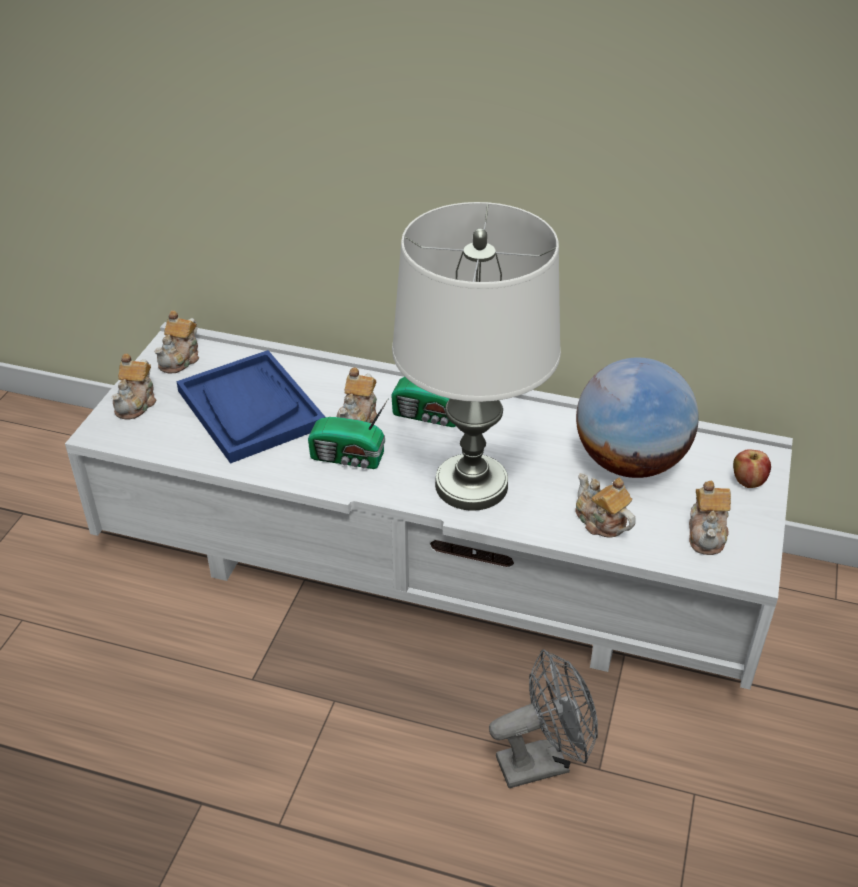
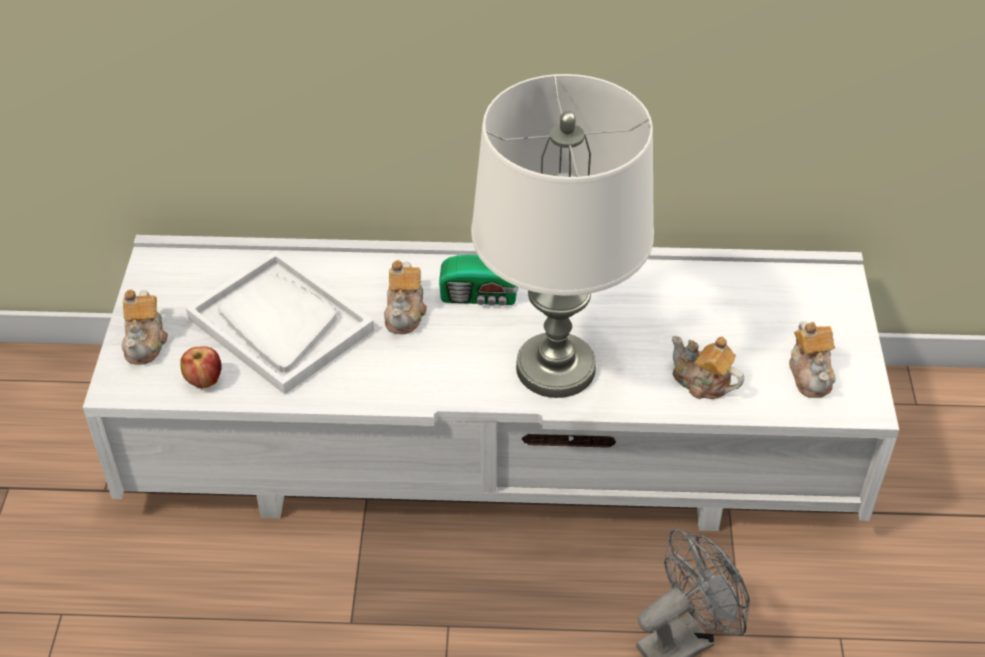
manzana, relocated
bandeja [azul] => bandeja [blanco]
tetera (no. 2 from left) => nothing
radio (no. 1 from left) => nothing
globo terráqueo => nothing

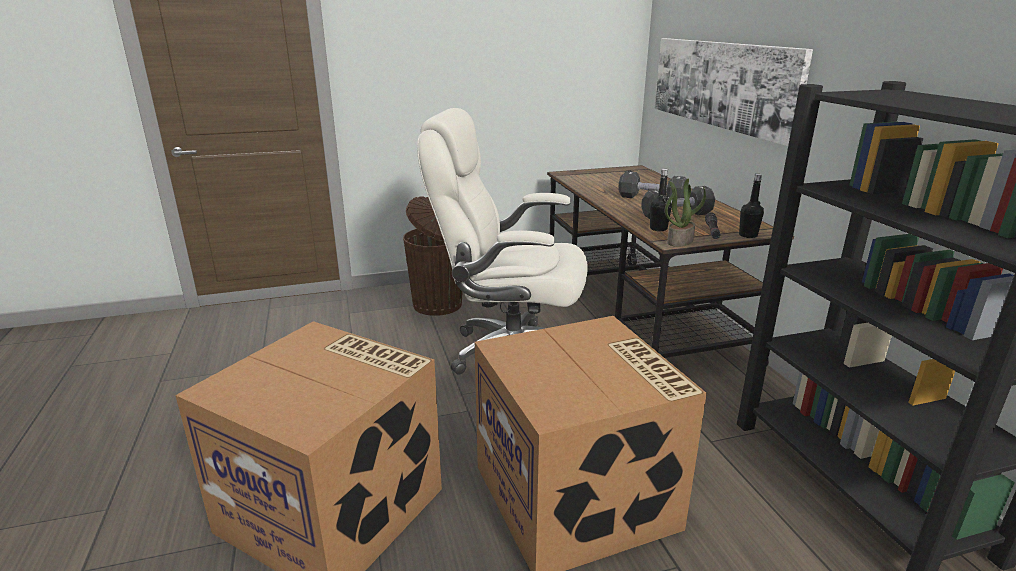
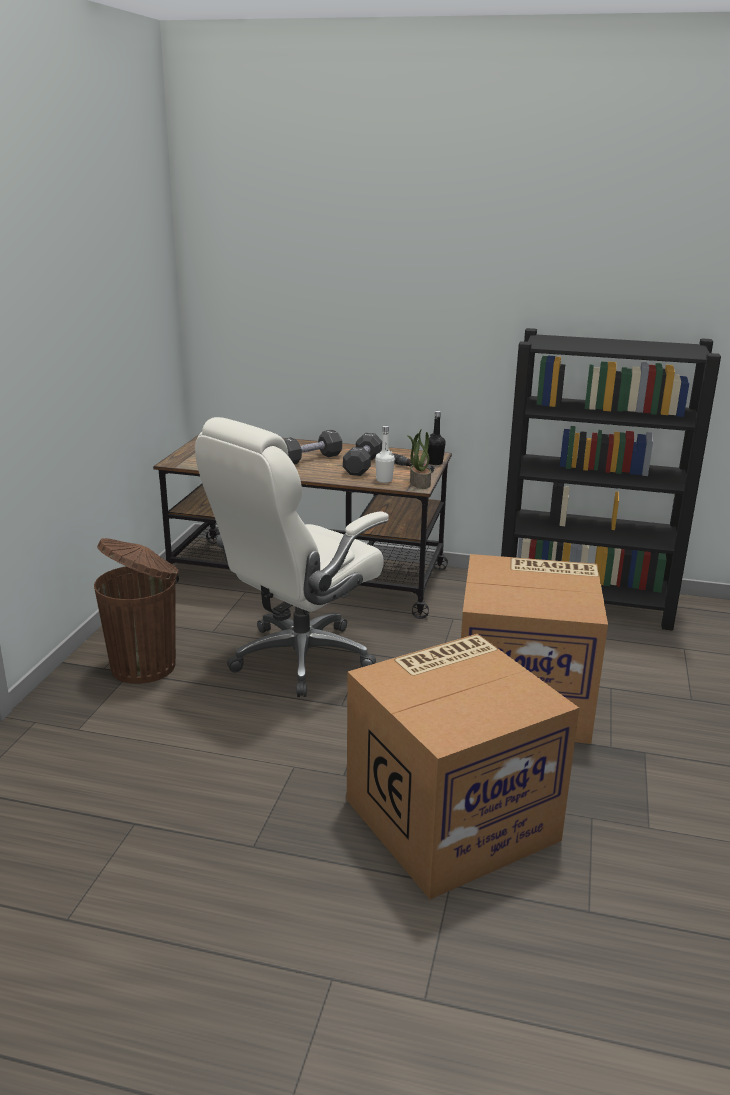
botella [negro] (no. 1 from left) => botella [blanco]
cuadro => nothing

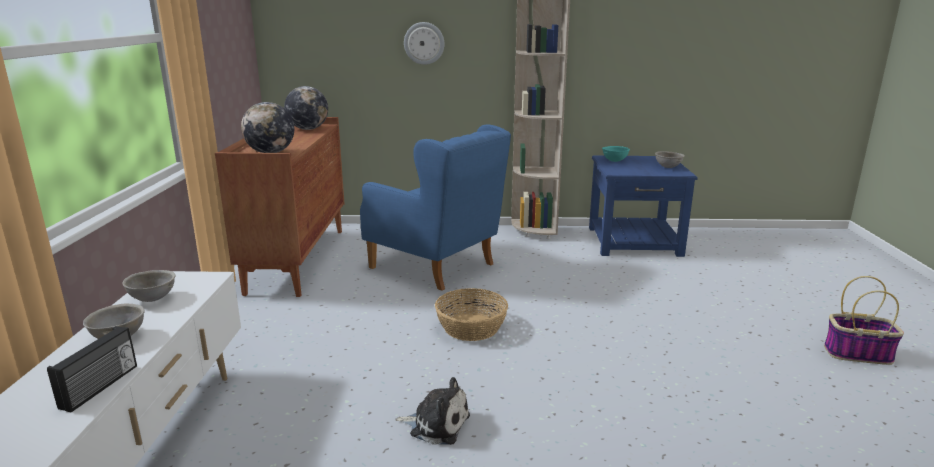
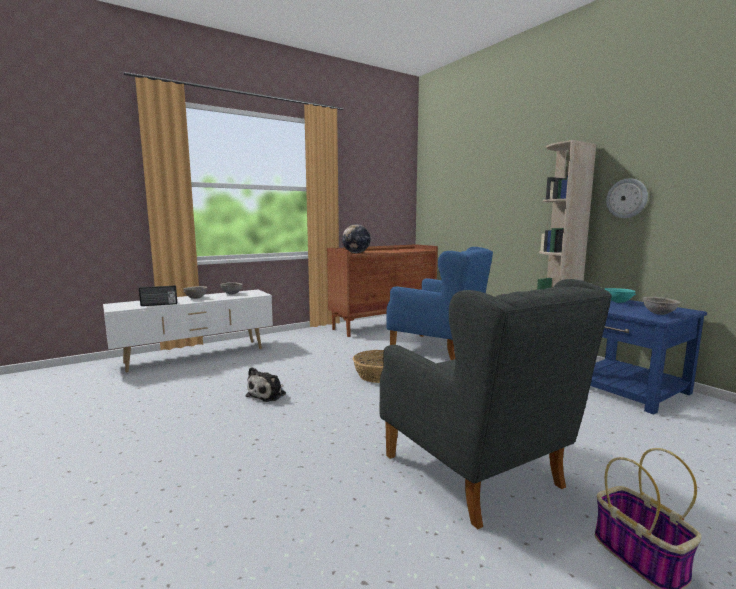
peluche, 45 degrees clockwise
nothing => sillón [gris]
sillón [azul], 60 degrees counterclockwise
reloj de pared, relocated
globo terráqueo (no. 2 from left) => nothing

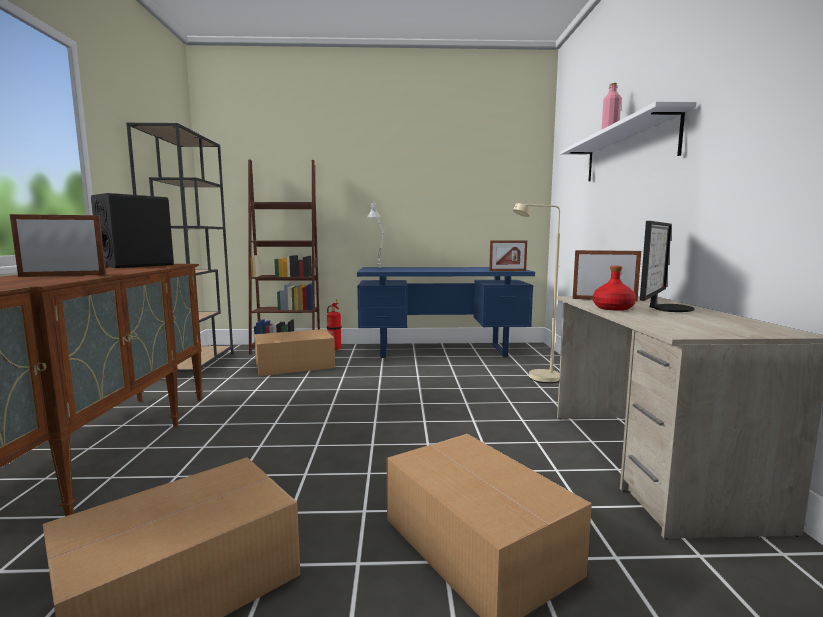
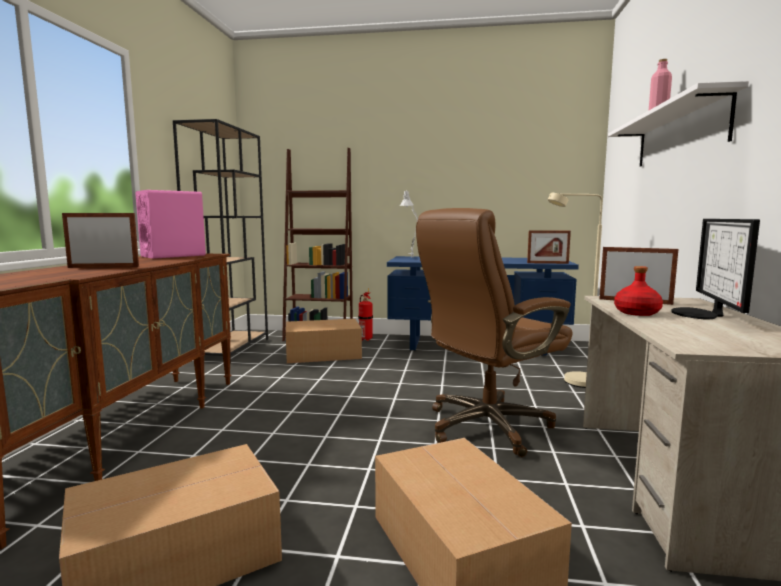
altavoz [negro] => altavoz [rosa]
nothing => silla de oficina [marrón]
monitor, 150 degrees clockwise

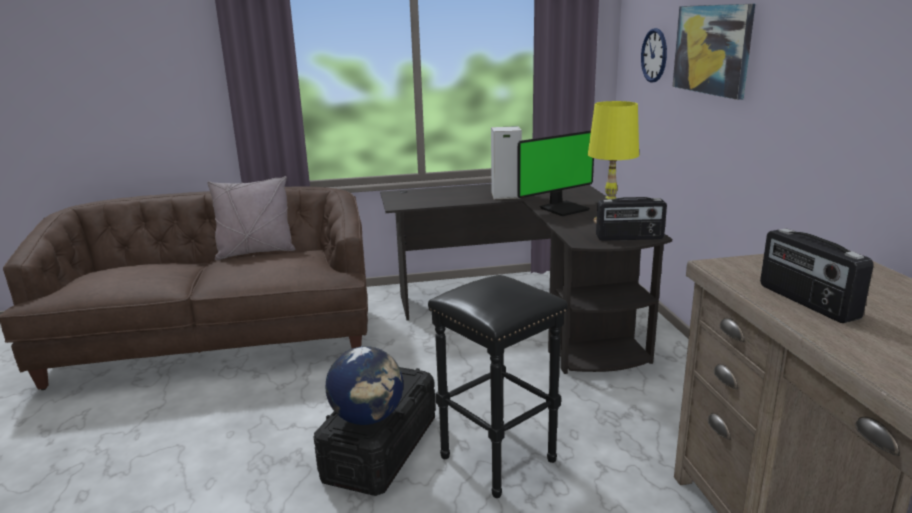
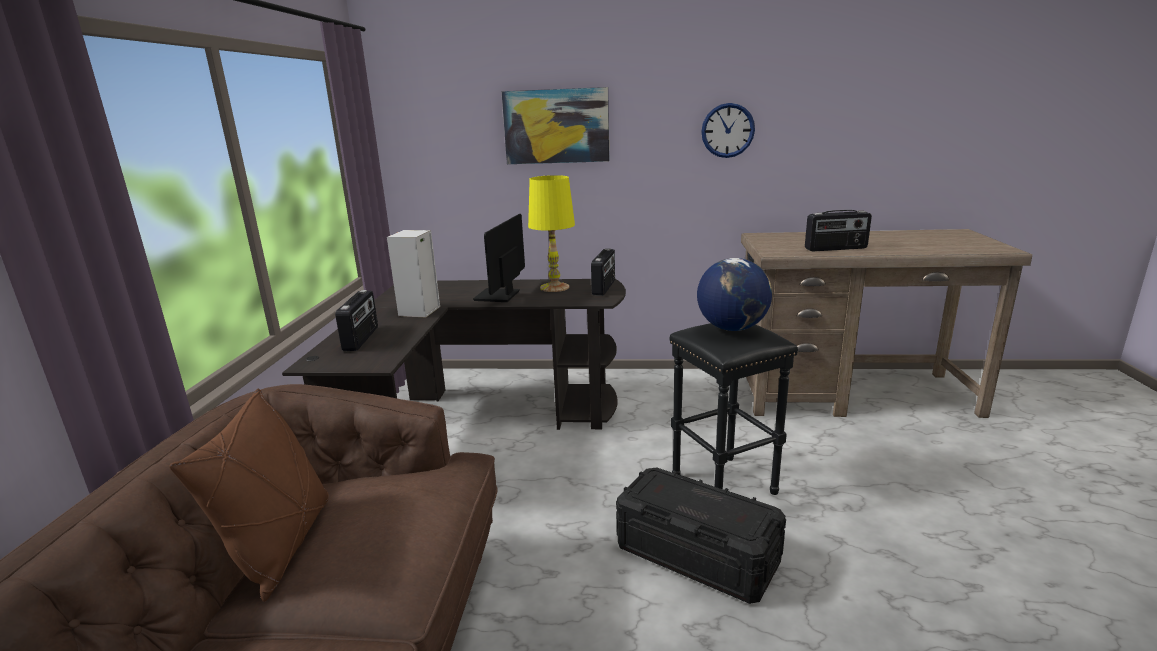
cojín [morado] => cojín [marrón]
nothing => radio (no. 1 from left)
monitor, 150 degrees counterclockwise
globo terráqueo, relocated
reloj de pared, relocated

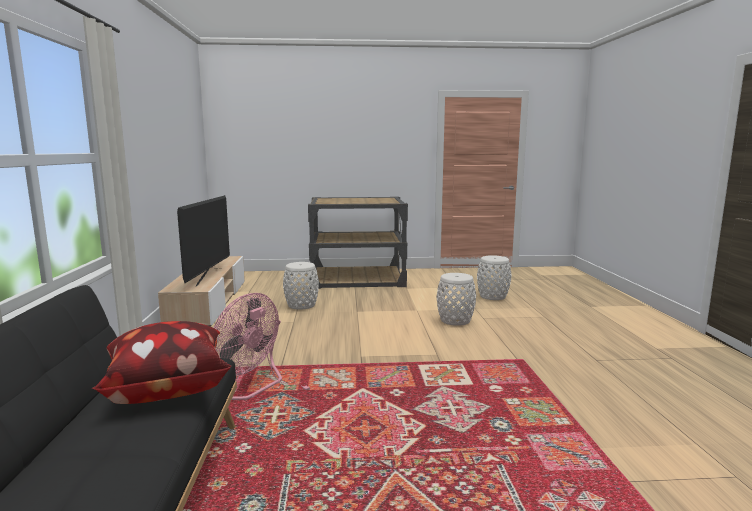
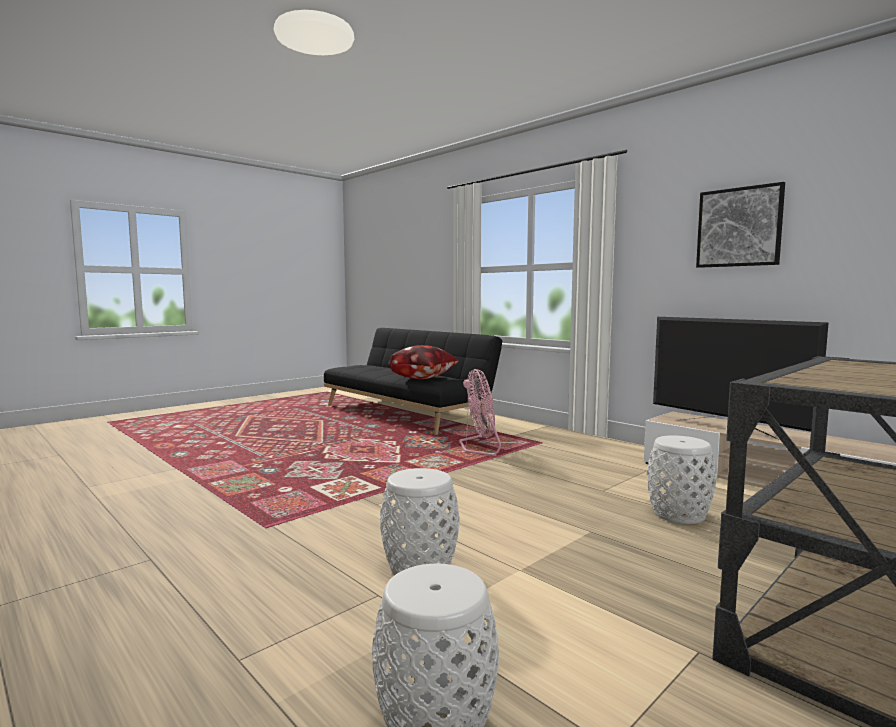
nothing => cuadro

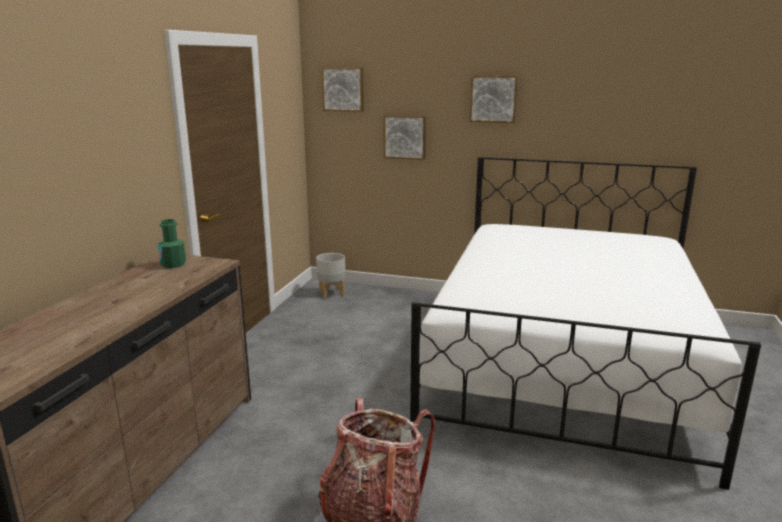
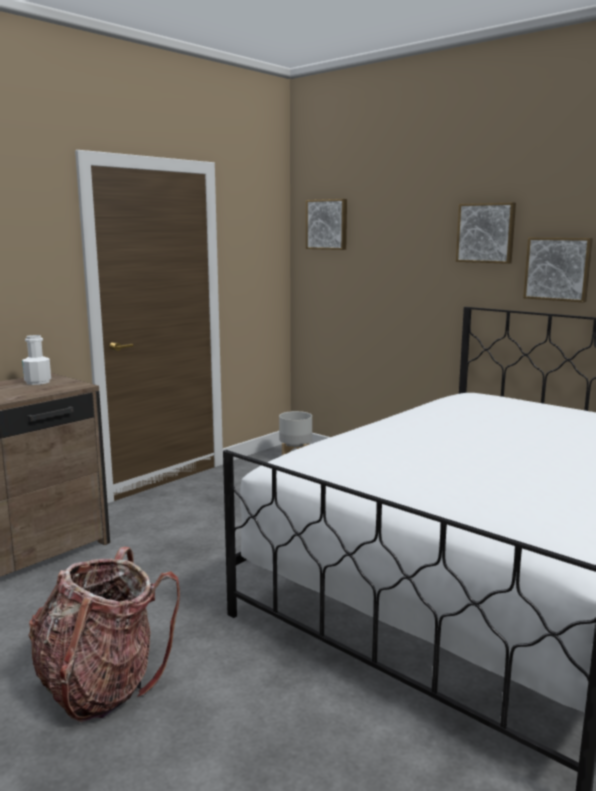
botella [verde] => botella [blanco]
cuadro (no. 2 from left in the first image) => cuadro (no. 3 from left), relocated

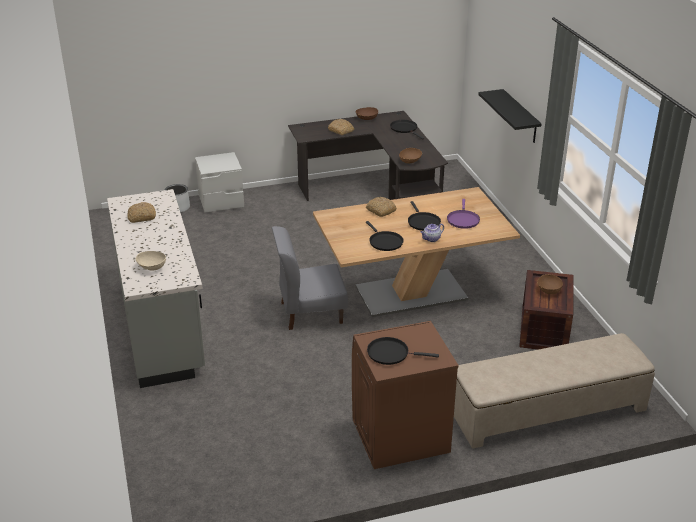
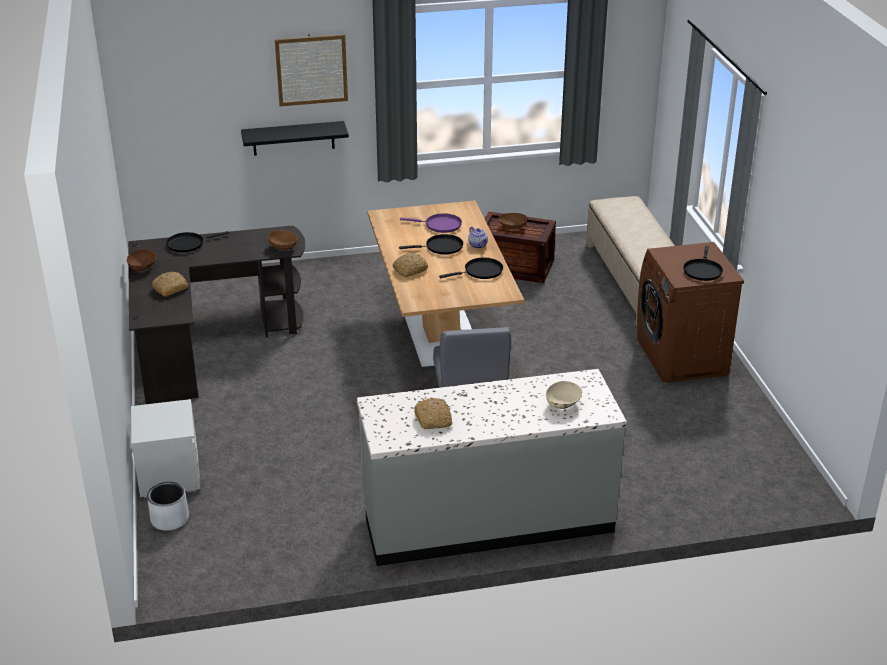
nothing => cuadro

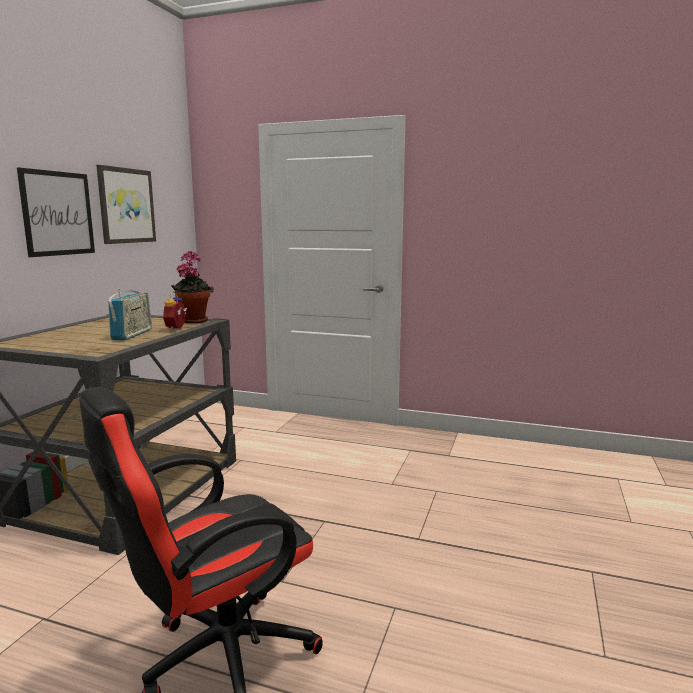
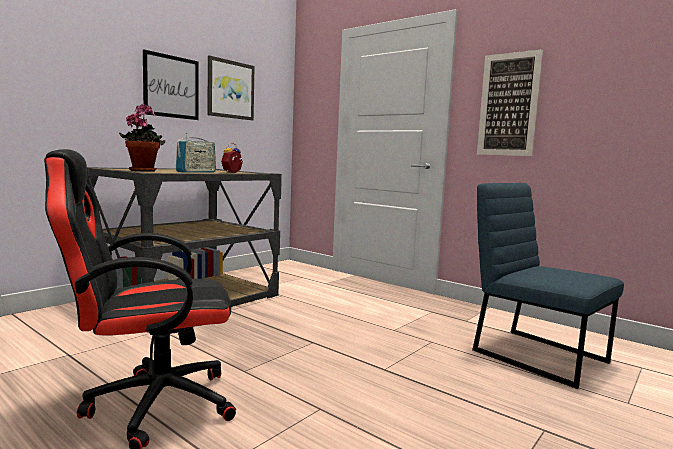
planta en maceta, relocated
nothing => silla [azul]
nothing => cuadro (no. 3 from left)

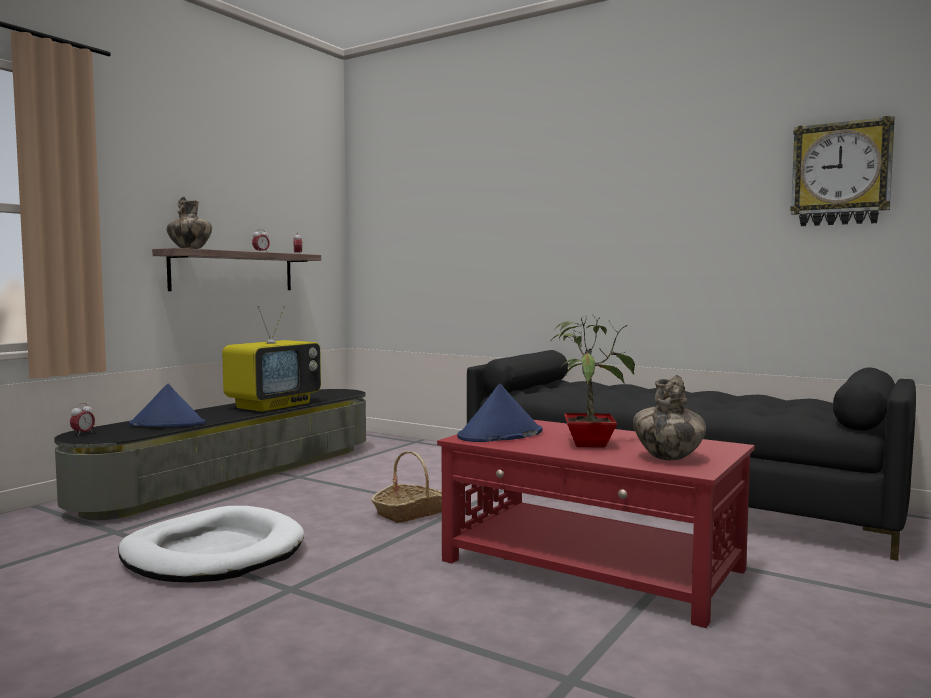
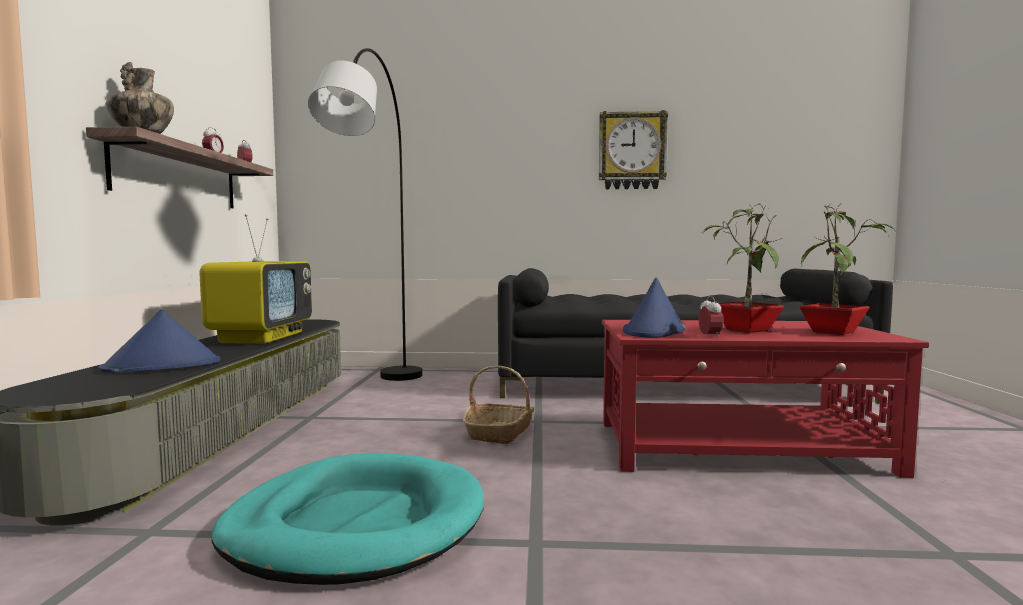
cama para perro [blanco] => cama para perro [turquesa]
nothing => lámpara de pie [gris]
reloj de pared, relocated
despertador (no. 1 from left in the first image) => despertador (no. 3 from left), relocated
florero (no. 2 from left) => planta en maceta (no. 2 from left)

